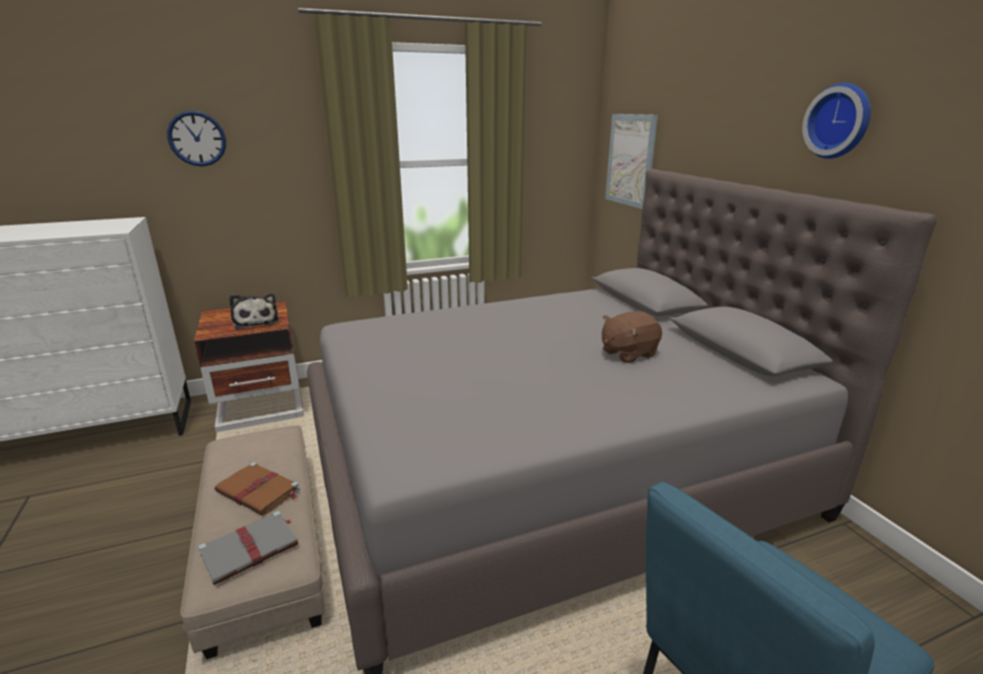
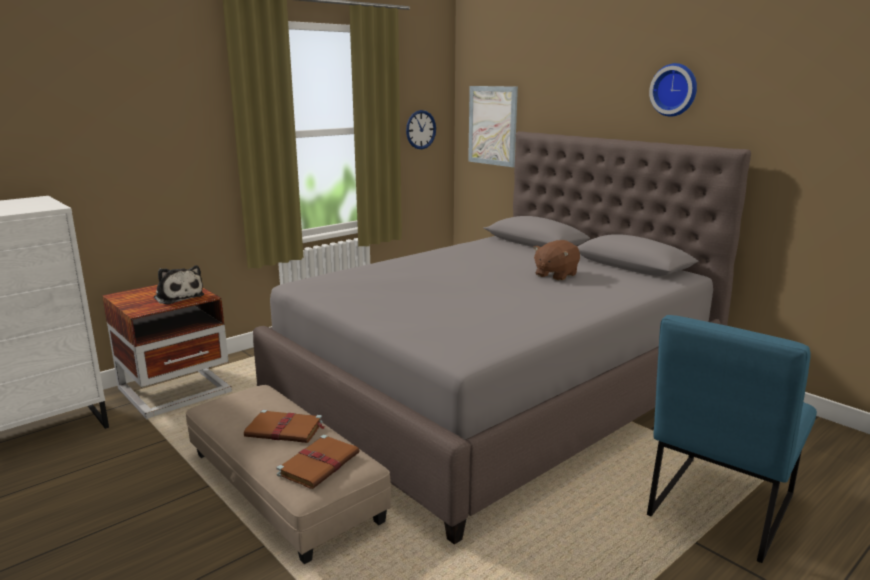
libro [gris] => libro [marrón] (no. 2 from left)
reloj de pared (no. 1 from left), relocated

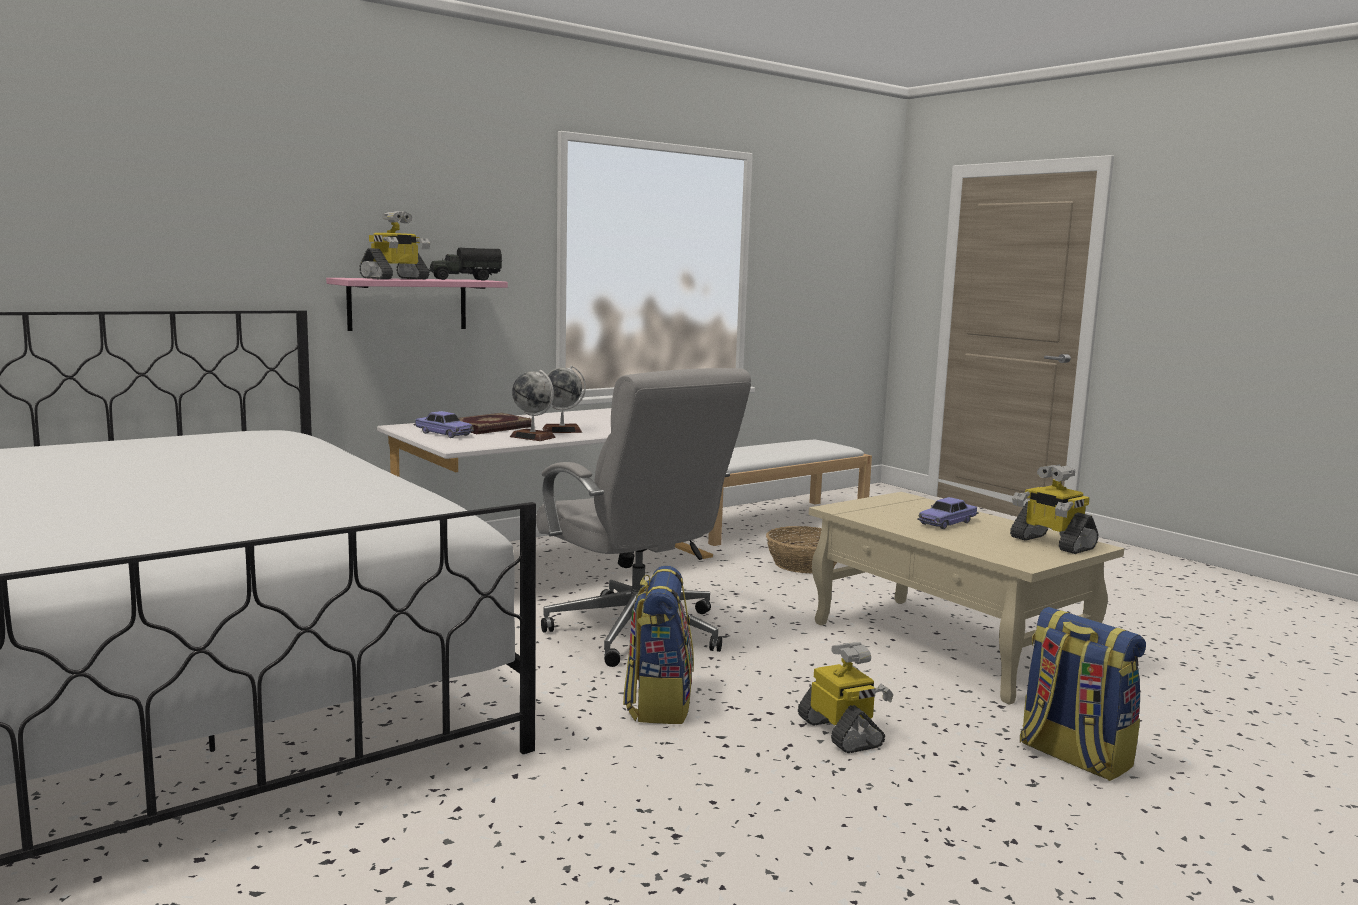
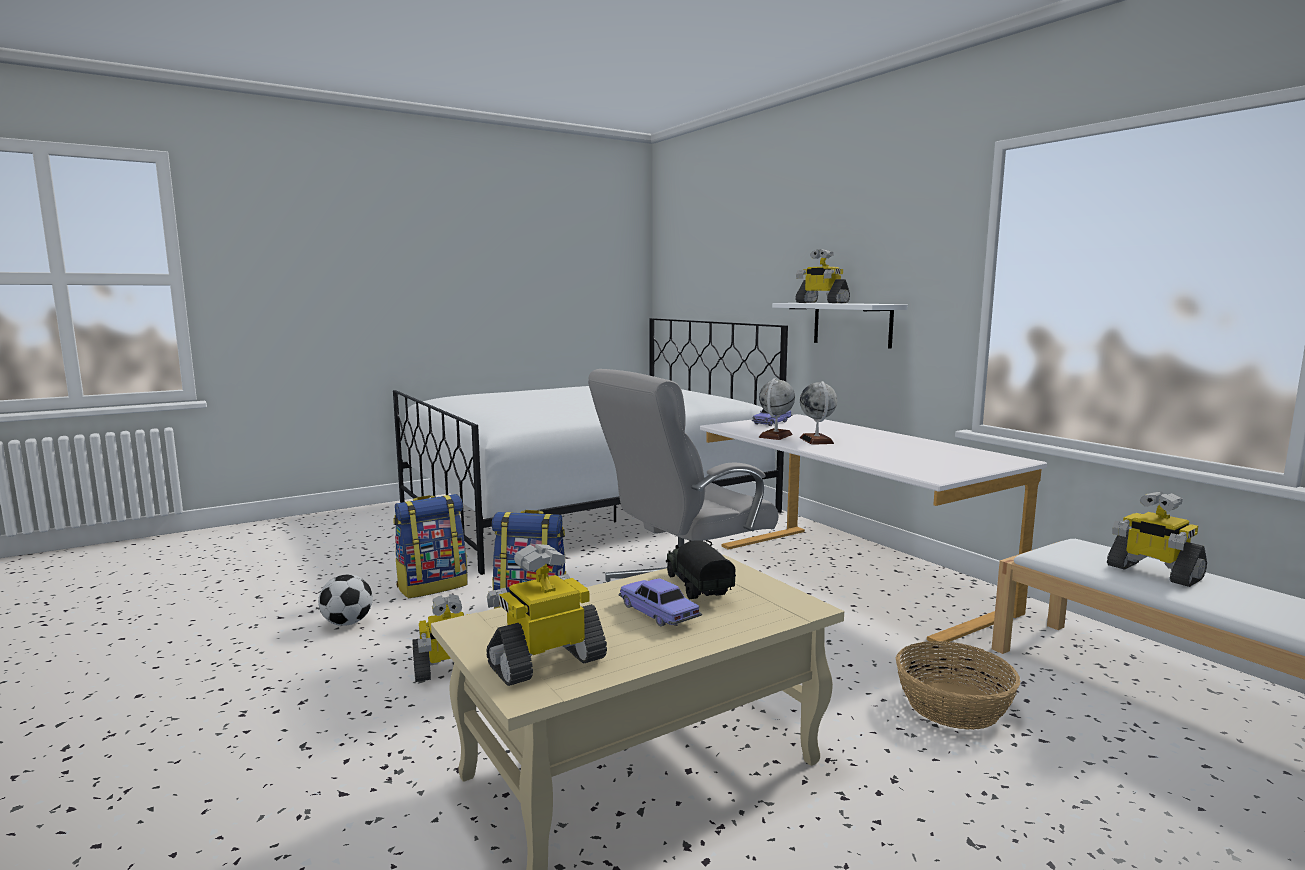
nothing => balón de fútbol
mochila (no. 2 from left in the first image) => mochila (no. 1 from left), relocated
camión de juguete, relocated
estante [rosa] => estante [blanco]
nothing => robot de juguete (no. 4 from left)
libro => nothing

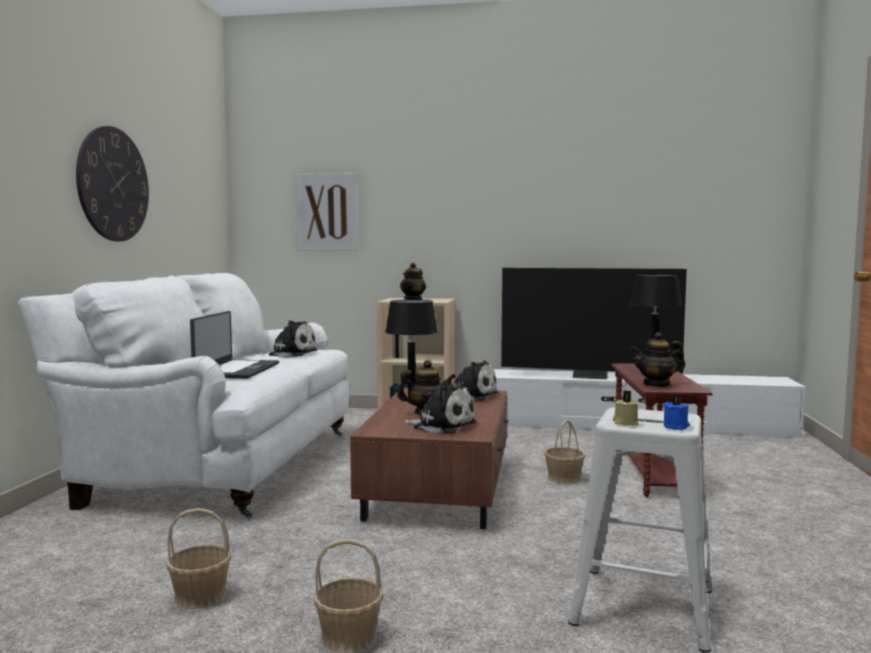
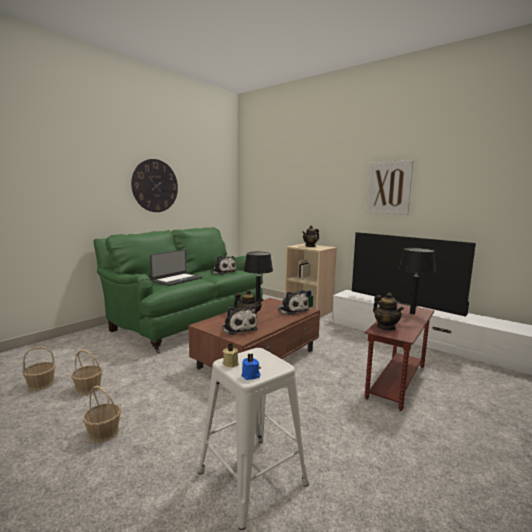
cesta (no. 3 from left in the first image) => cesta (no. 1 from left), relocated
sofá [blanco] => sofá [verde]
cuadro, relocated
tetera (no. 3 from left), 135 degrees counterclockwise

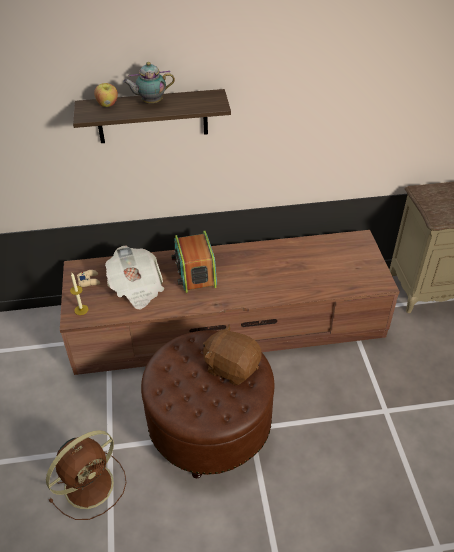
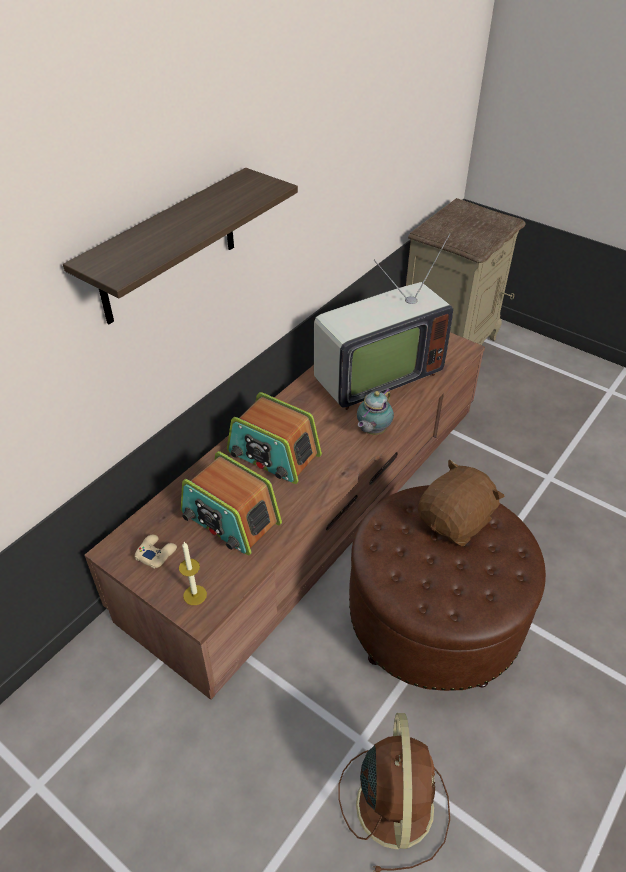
periódico => radio (no. 1 from left)
nothing => televisor
tetera, relocated
peluche [marrón], 150 degrees clockwise
manzana => nothing

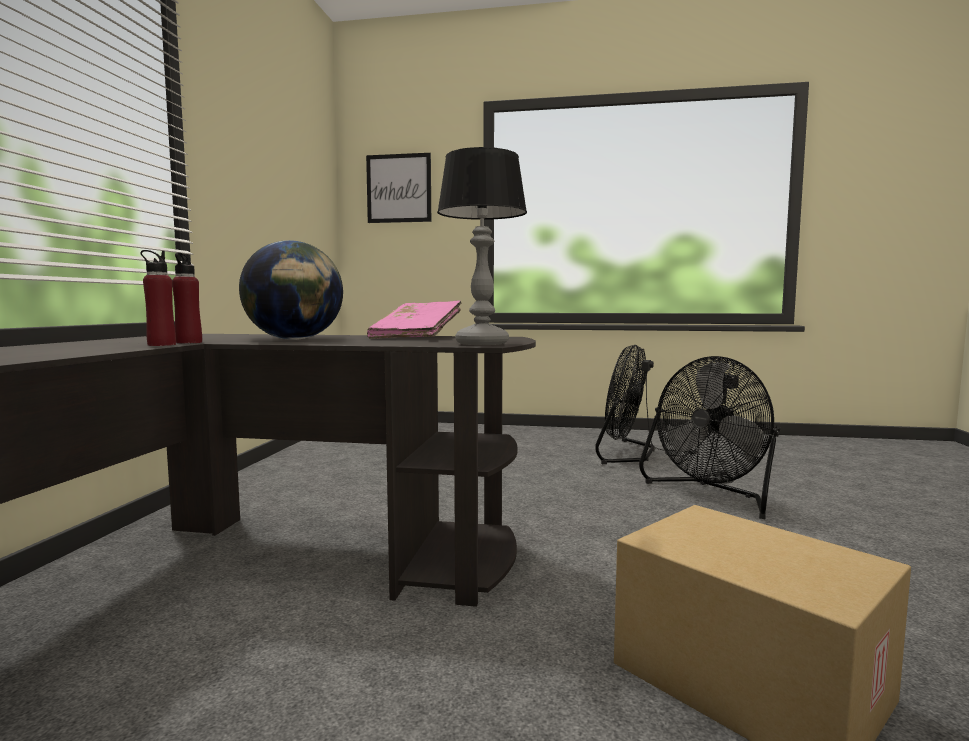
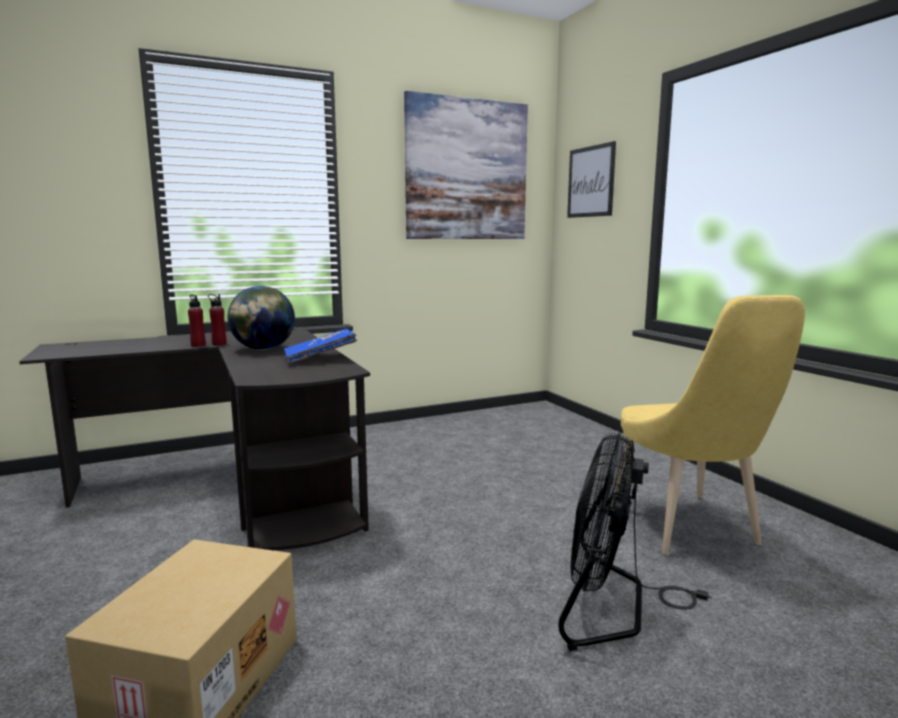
libro [rosa] => libro [azul]
nothing => cuadro (no. 1 from left)
ventilador [negro] (no. 1 from left) => silla [amarillo]
lámpara de mesa => nothing

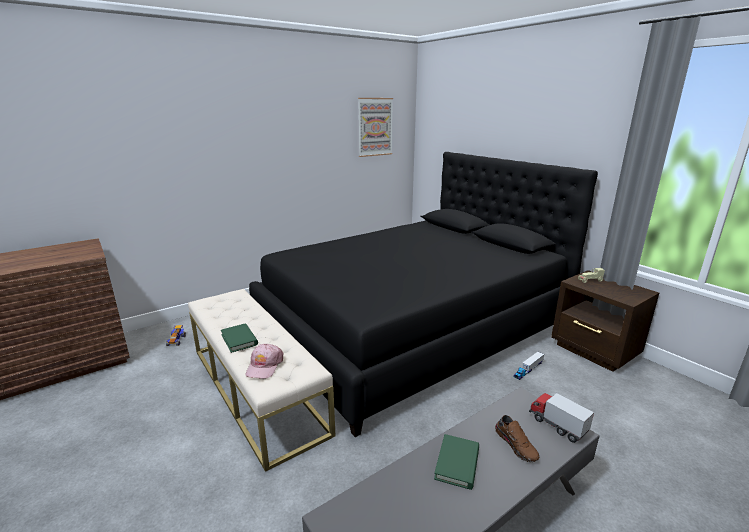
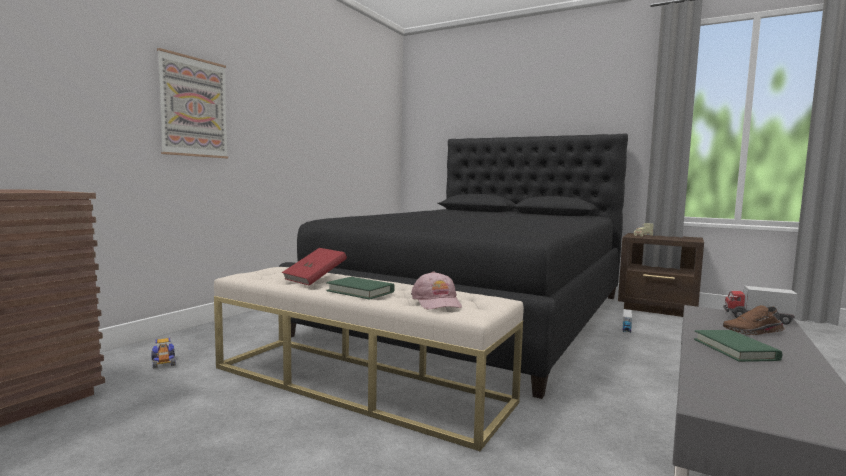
cuadro, relocated
nothing => libro [rojo]
zapato [marrón], 135 degrees clockwise

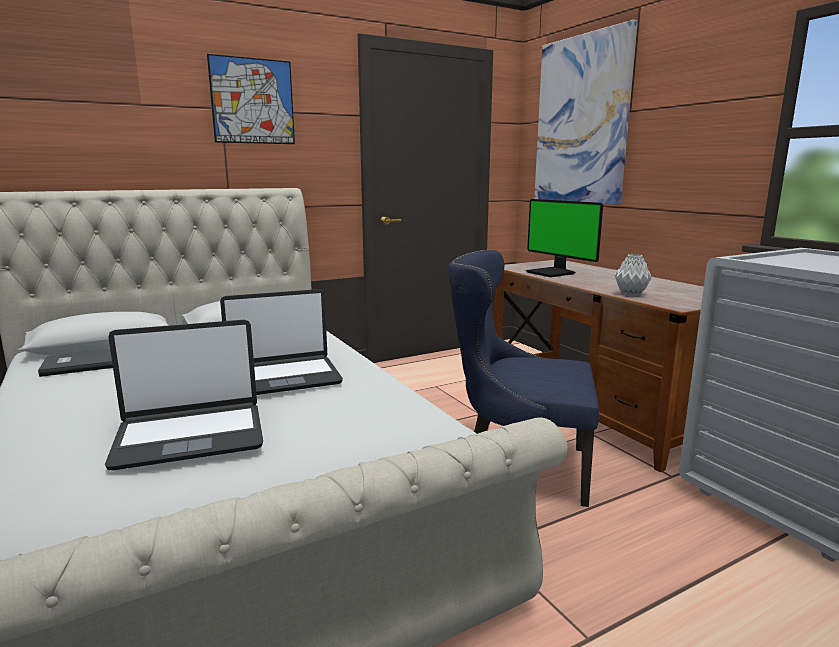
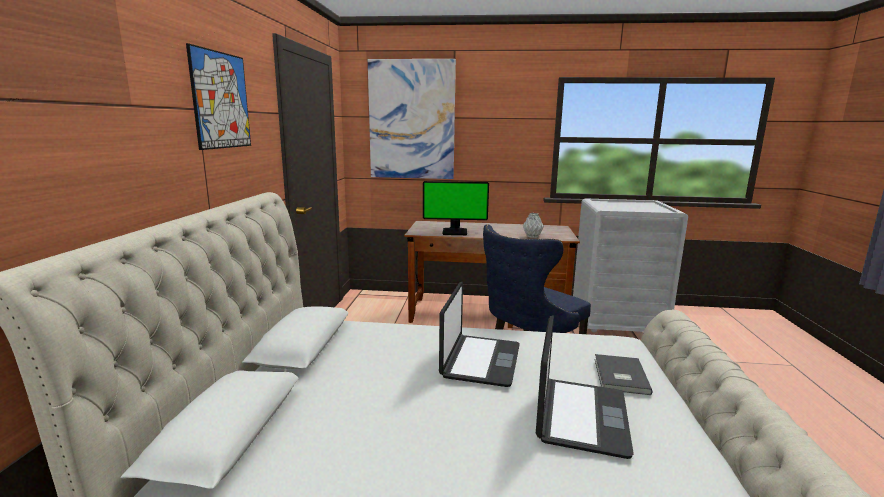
libro [gris], relocated

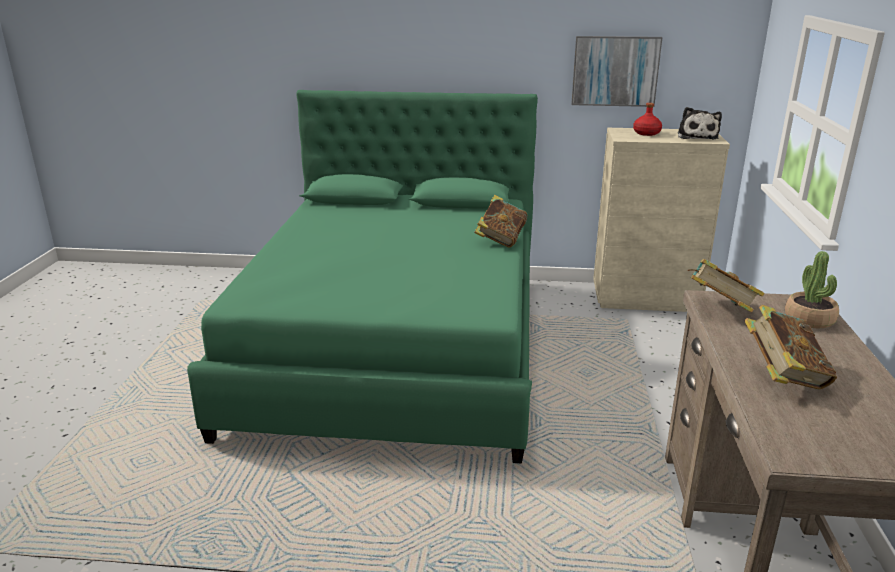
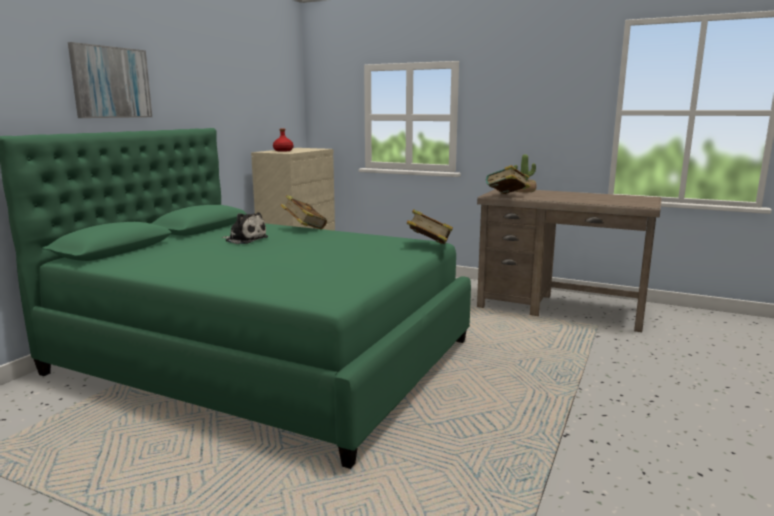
cuadro, relocated
peluche, relocated
libro (no. 3 from left in the first image) => libro (no. 2 from left), relocated

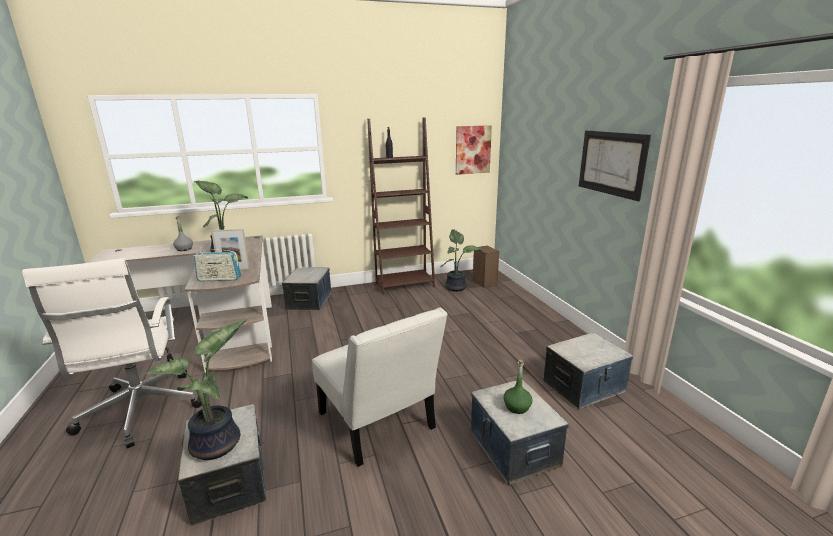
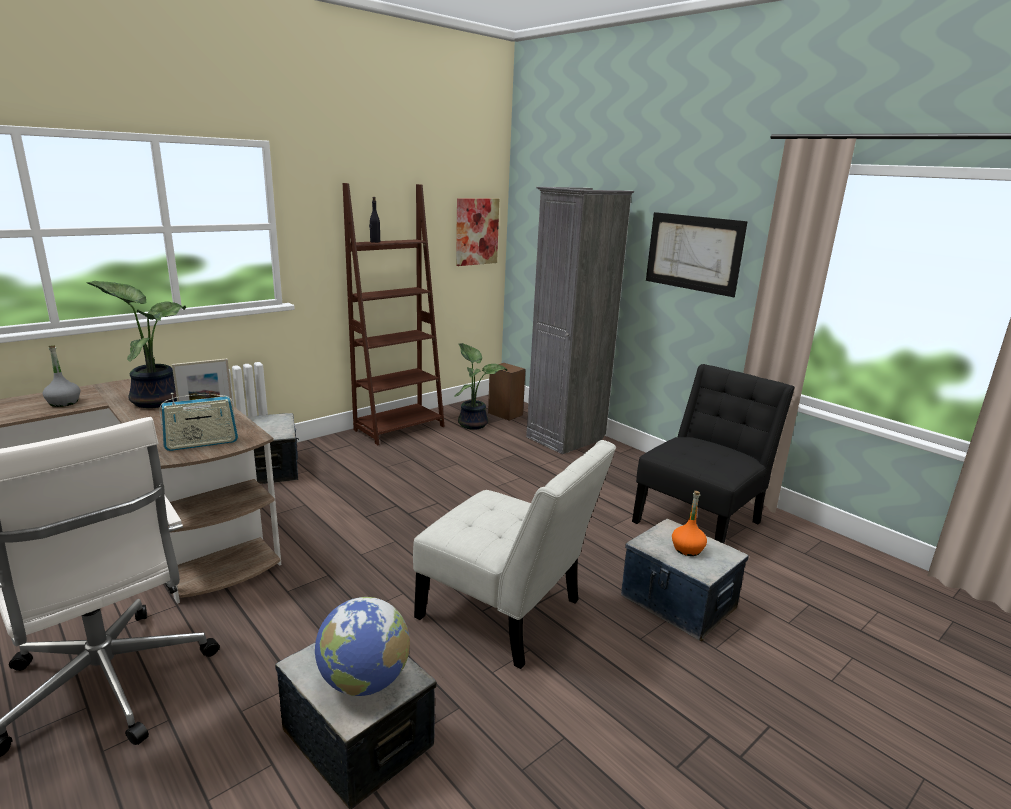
planta en maceta (no. 1 from left) => globo terráqueo
nothing => armario [gris]
caja de almacenaje (no. 4 from left) => silla [negro]
botella [verde] => botella [naranja]

